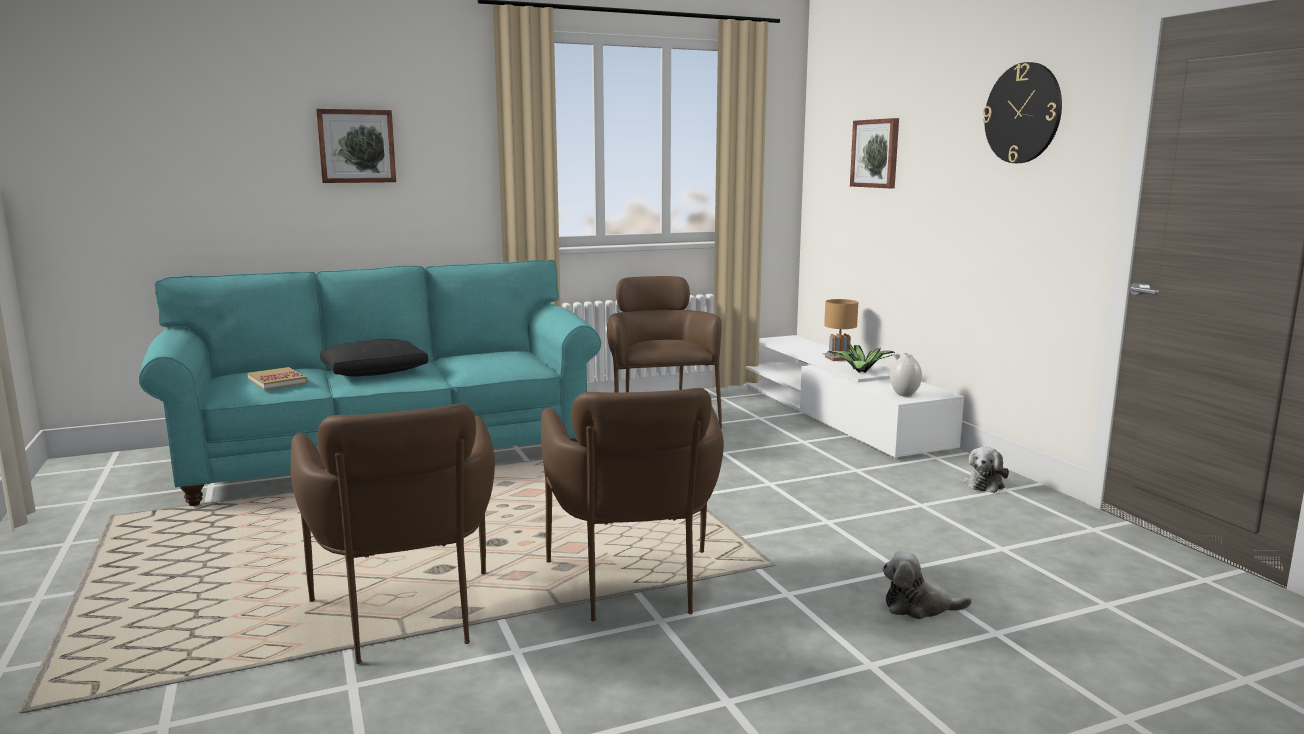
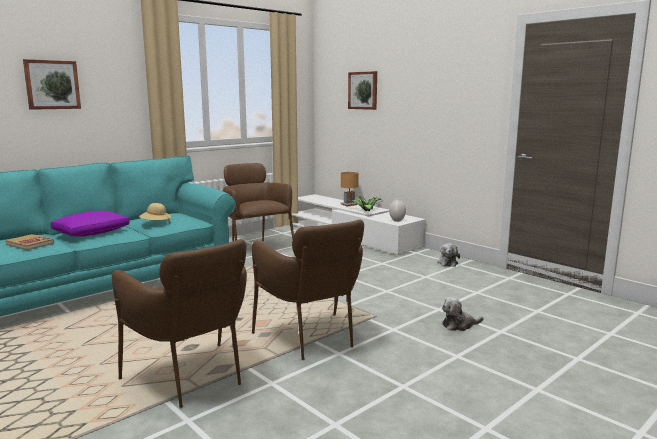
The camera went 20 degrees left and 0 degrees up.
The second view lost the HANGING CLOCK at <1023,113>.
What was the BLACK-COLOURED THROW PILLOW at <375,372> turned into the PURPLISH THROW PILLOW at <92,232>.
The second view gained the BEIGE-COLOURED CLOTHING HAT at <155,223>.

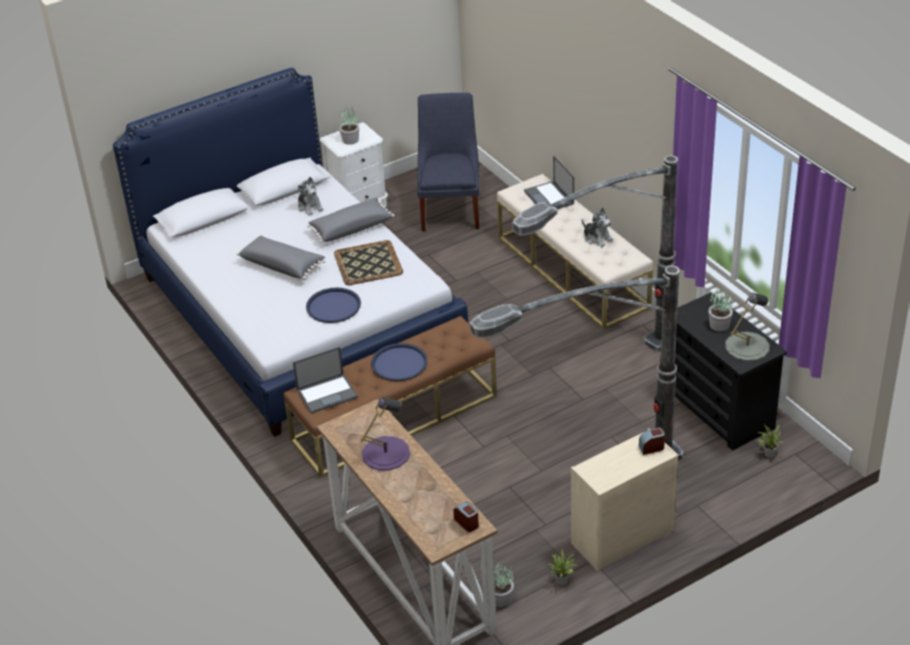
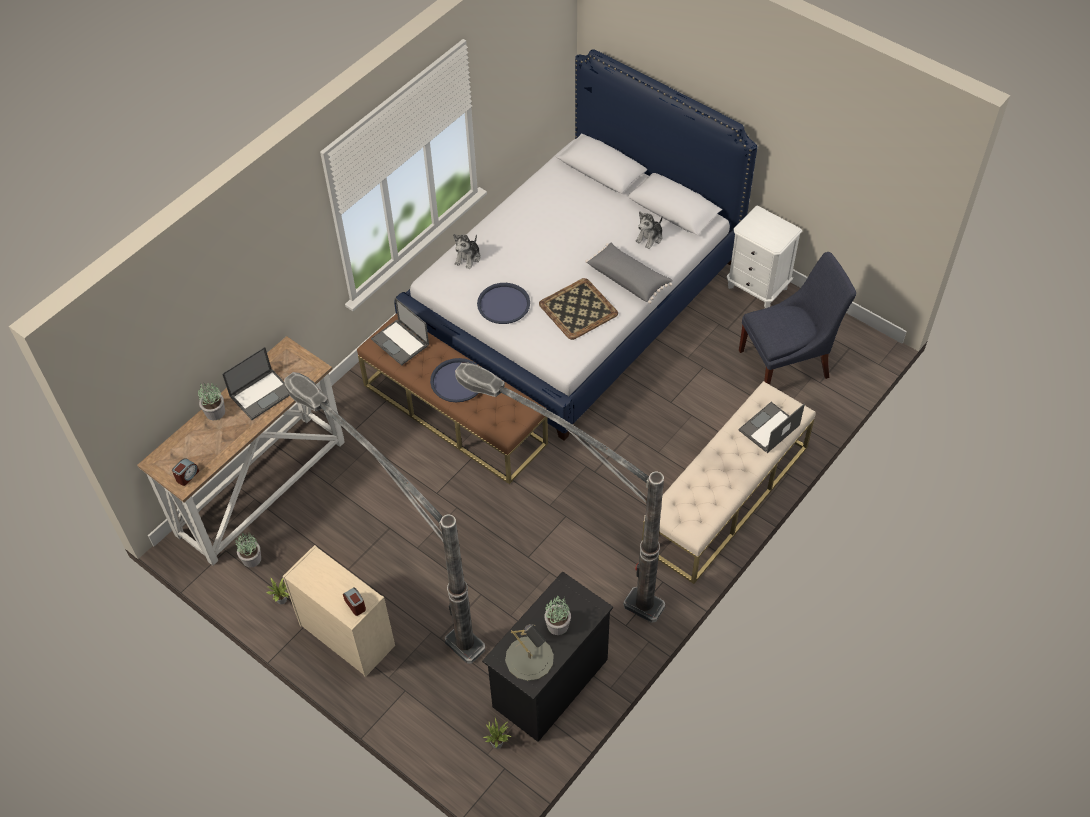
The camera went 70 degrees right and 15 degrees up.
The PLANT IN A POT ended up elsewhere, having gone from <351,140> to <215,412>.
The CUDDLY TOY ended up elsewhere, having gone from <597,238> to <468,258>.
The second view lost the GREYISH THROW PILLOW at <282,265>.
Where the PURPLISH TABLETOP LAMP stood at <385,453>, the NOTEBOOK COMPUTER came to stand at <262,394>.

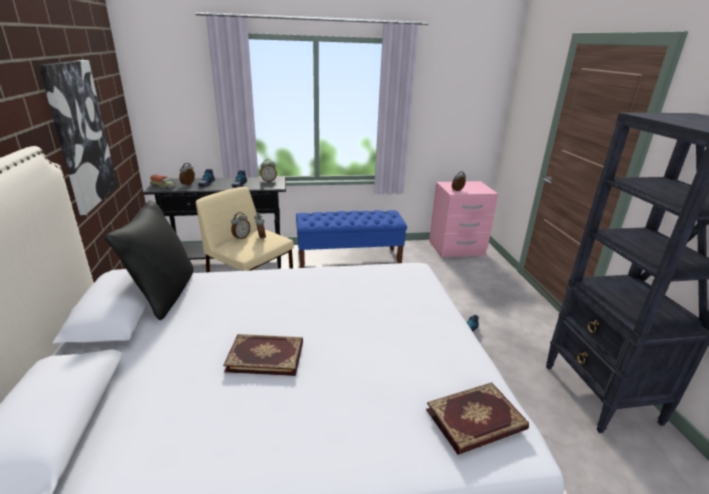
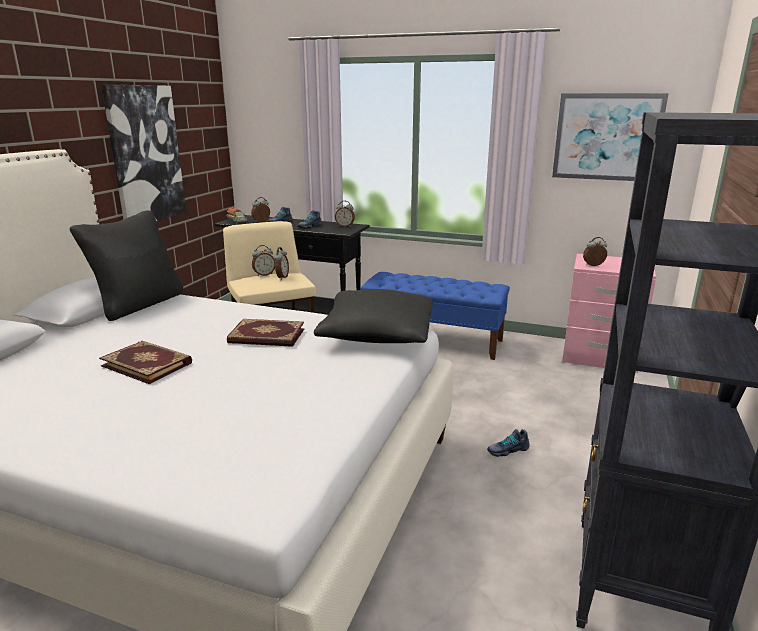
The camera went 30 degrees right and 5 degrees down.
The VOLUME ended up elsewhere, having gone from <476,421> to <266,336>.
The second view gained the WALL ART at <607,137>.
The second view gained the BLACK-COLOURED THROW PILLOW at <377,334>.

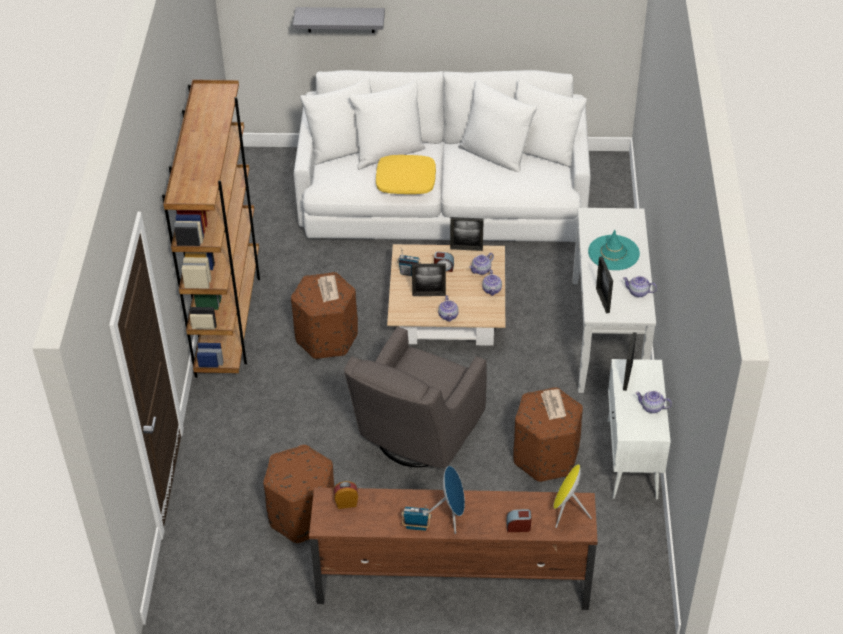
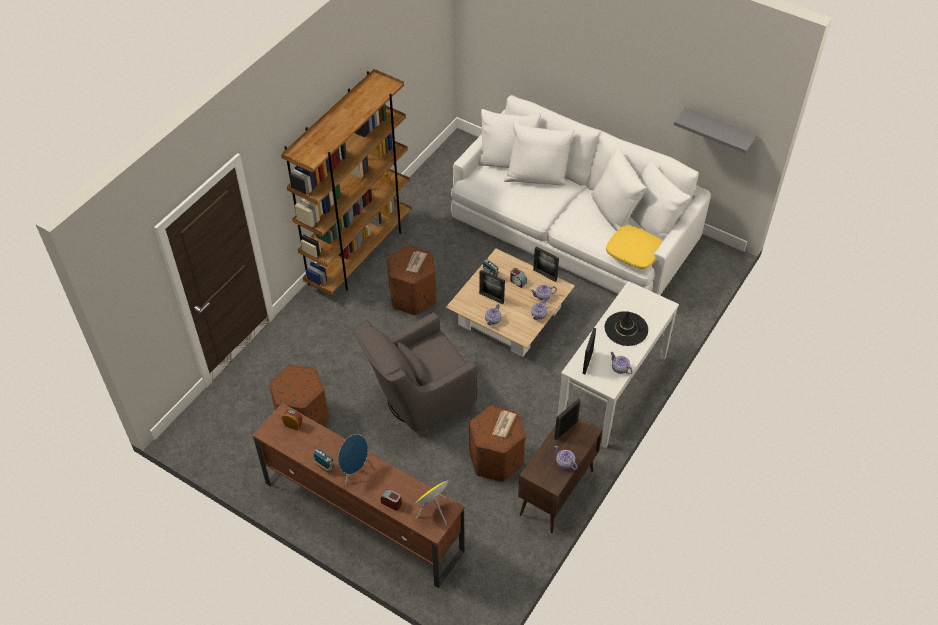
The camera went 30 degrees right and 5 degrees up.
The GREYISH BRACKET SHELF ended up elsewhere, having gone from <340,19> to <719,130>.
The YELLOWISH THROW PILLOW ended up elsewhere, having gone from <406,181> to <634,251>.
What was the TURQUOISE-COLOURED CLOTHING HAT at <613,253> turned into the BLACK-COLOURED CLOTHING HAT at <626,329>.
What was the WHITE-COLOURED CUPBOARD at <632,460> turned into the BROWNISH CUPBOARD at <556,493>.

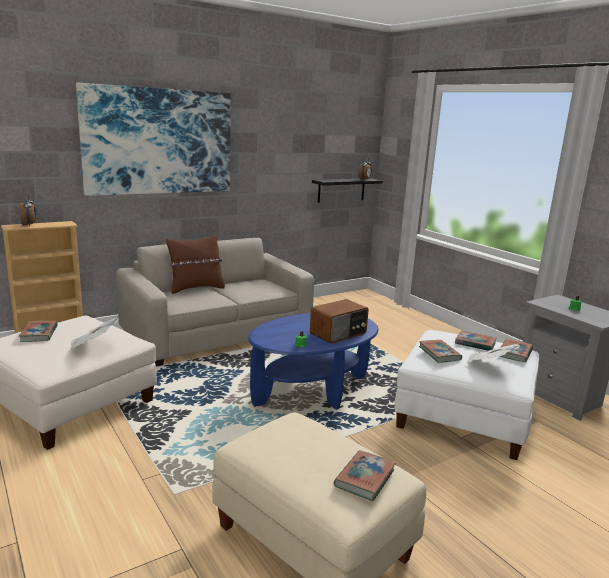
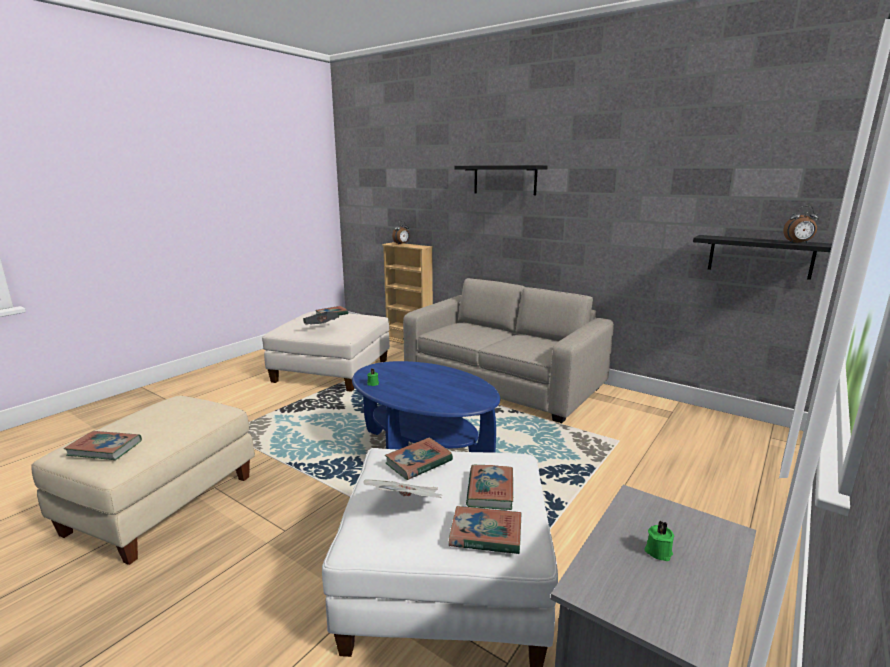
The camera went 70 degrees right and 0 degrees up.
Where the WALL ART hung at <159,141>, the BLACK-COLOURED BRACKET SHELF came to hang at <504,180>.
The second view lost the BROWNISH THROW PILLOW at <196,288>.
The second view lost the RADIO SET at <339,333>.

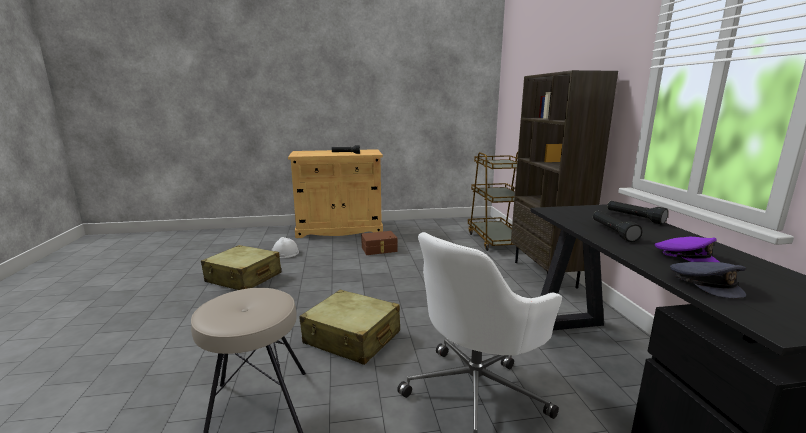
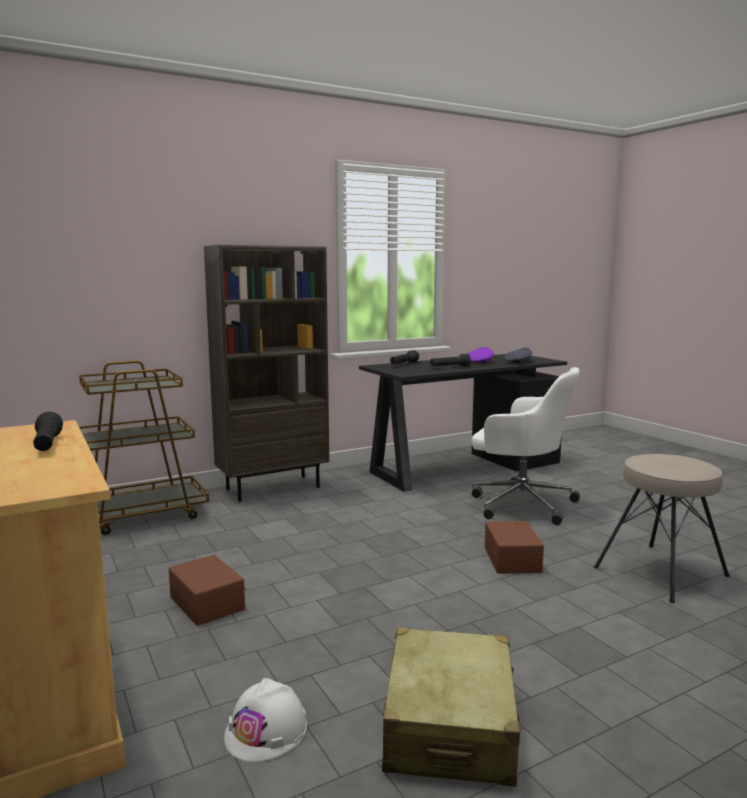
The camera went 110 degrees left and 5 degrees down.
Where the BEIGE-COLOURED TRAVEL CASE stood at <352,338>, the BROWNISH STORAGE BOX came to stand at <513,559>.

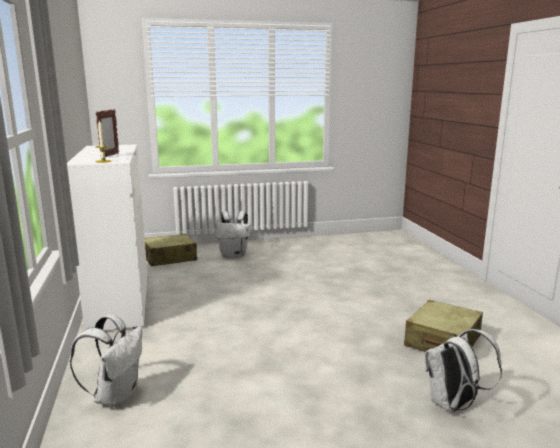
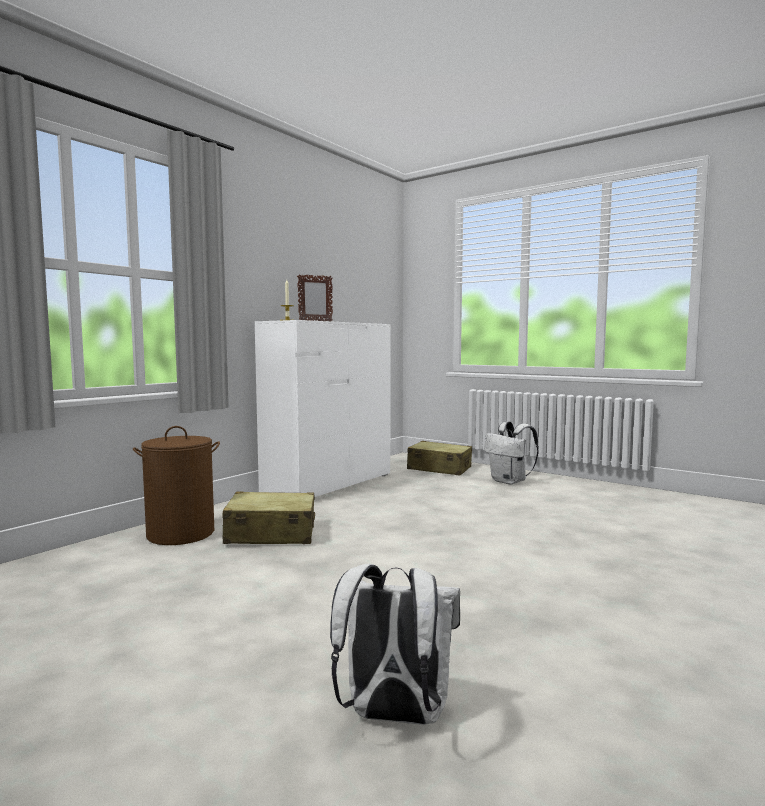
The camera went 50 degrees right and 10 degrees down.
The BEIGE-COLOURED TRAVEL CASE ended up elsewhere, having gone from <442,342> to <271,534>.
Where the WHITE-COLOURED BACKPACK stood at <116,395>, the BROWNISH LAUNDRY BASKET came to stand at <181,534>.

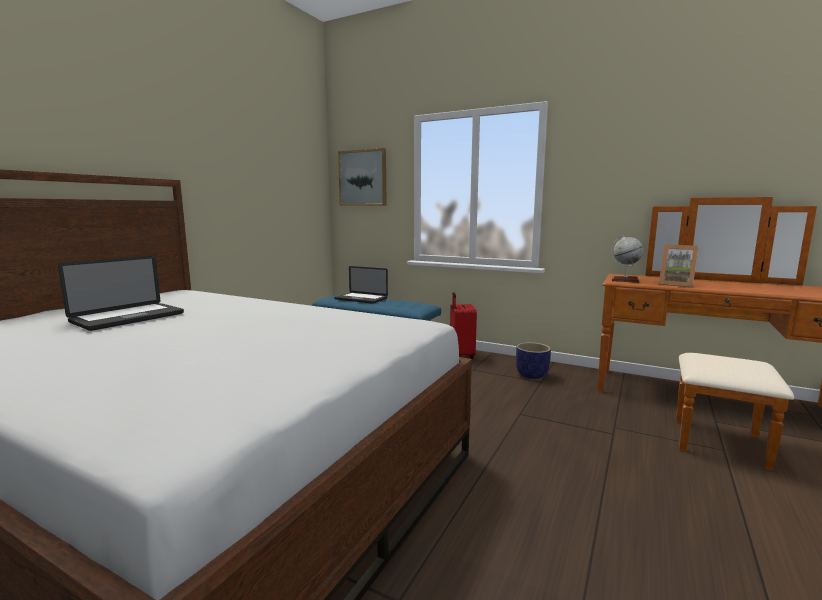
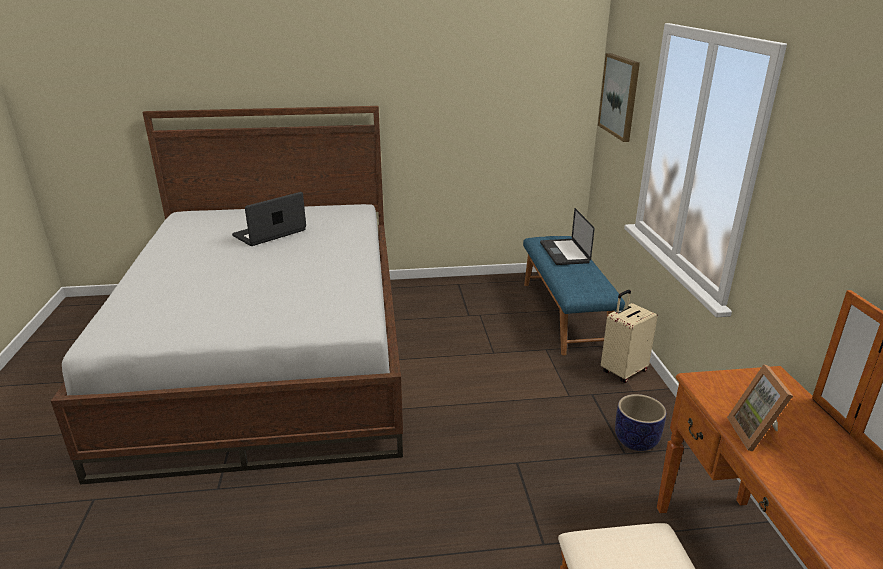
The camera went 55 degrees right and 15 degrees up.
The second view lost the GLOBE at <625,280>.
The NOTEBOOK COMPUTER at <128,318> ended up facing another way, 135 degrees clockwise from before.
What was the REDDISH TRAVEL CASE at <460,355> turned into the BEIGE-COLOURED TRAVEL CASE at <623,371>.

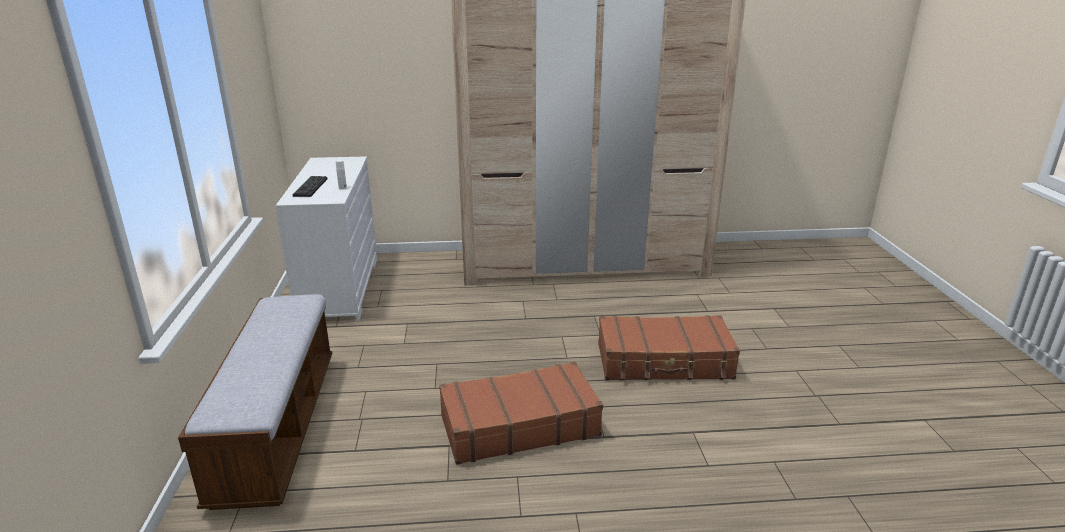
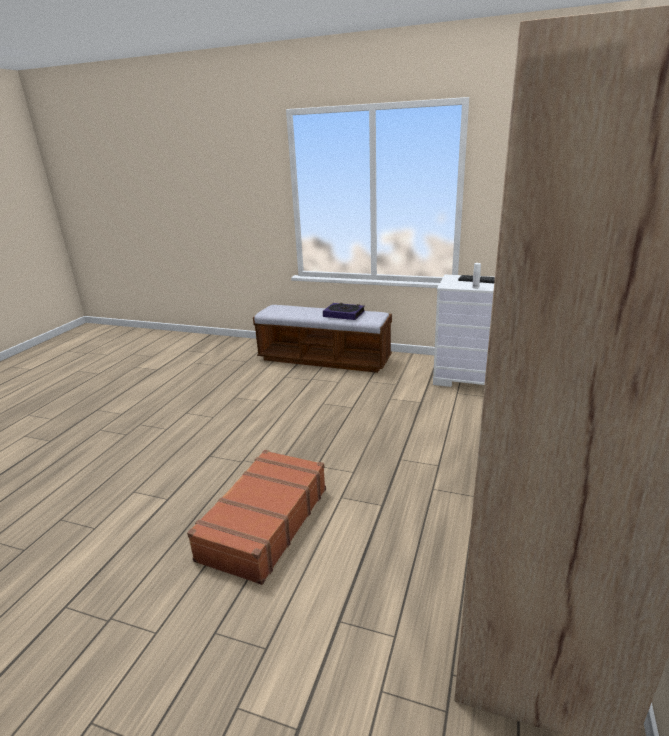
The camera went 115 degrees right and 0 degrees up.
The second view lost the BROWNISH TRAVEL CASE at <518,425>.
The second view gained the VOLUME at <344,314>.

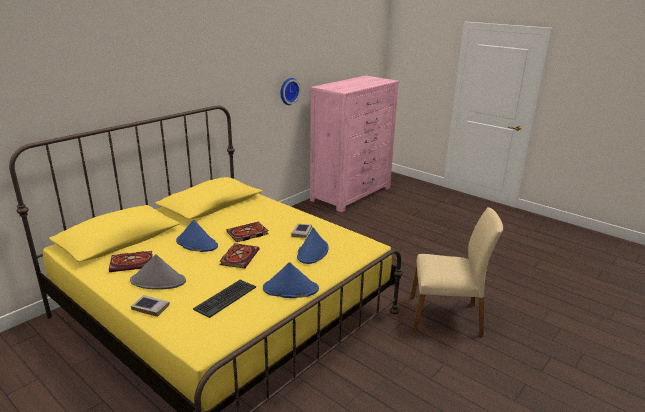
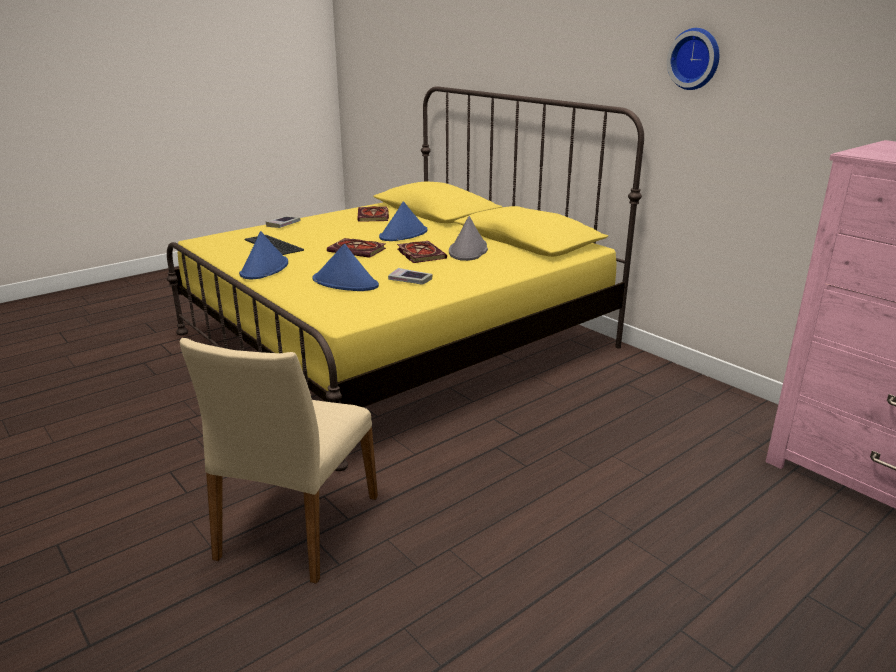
The camera went 100 degrees right and 0 degrees up.
The HANGING CLOCK ended up elsewhere, having gone from <288,91> to <695,59>.
The GREYISH CLOTHING HAT ended up elsewhere, having gone from <158,281> to <468,251>.

